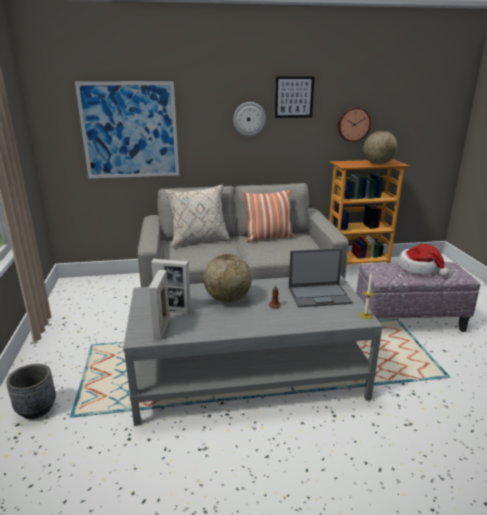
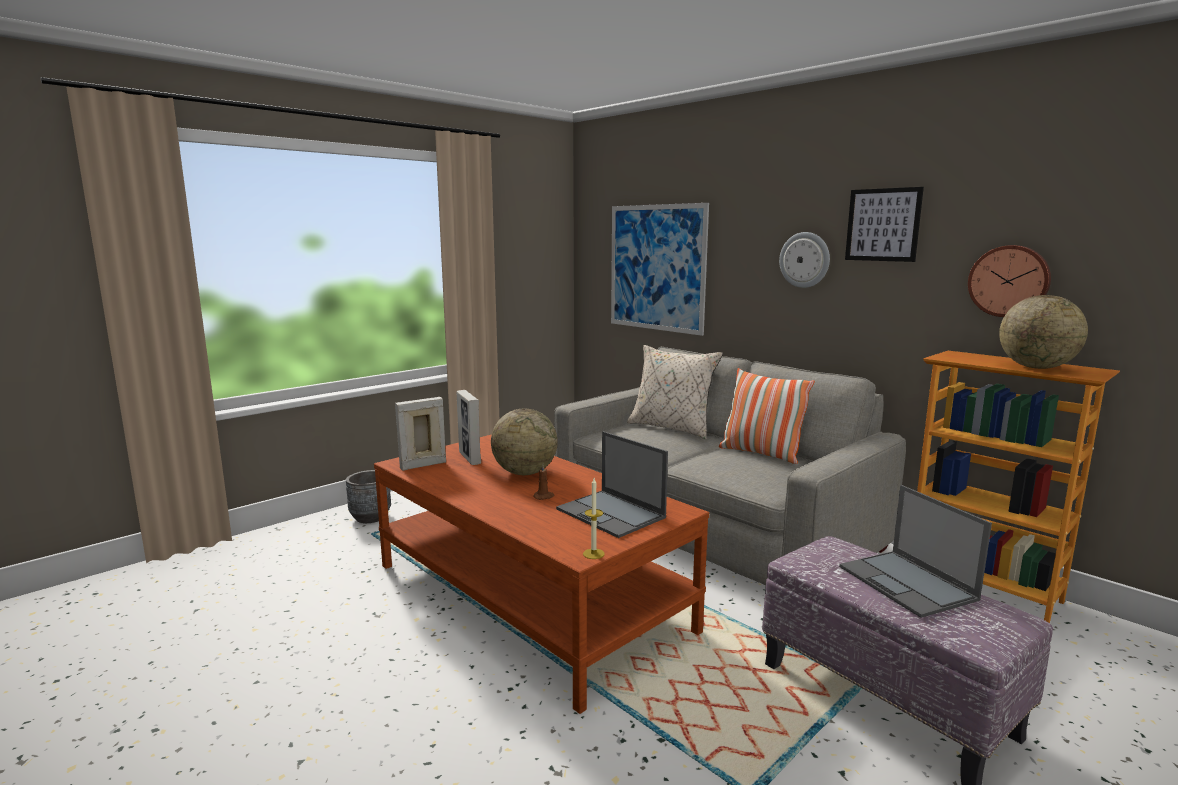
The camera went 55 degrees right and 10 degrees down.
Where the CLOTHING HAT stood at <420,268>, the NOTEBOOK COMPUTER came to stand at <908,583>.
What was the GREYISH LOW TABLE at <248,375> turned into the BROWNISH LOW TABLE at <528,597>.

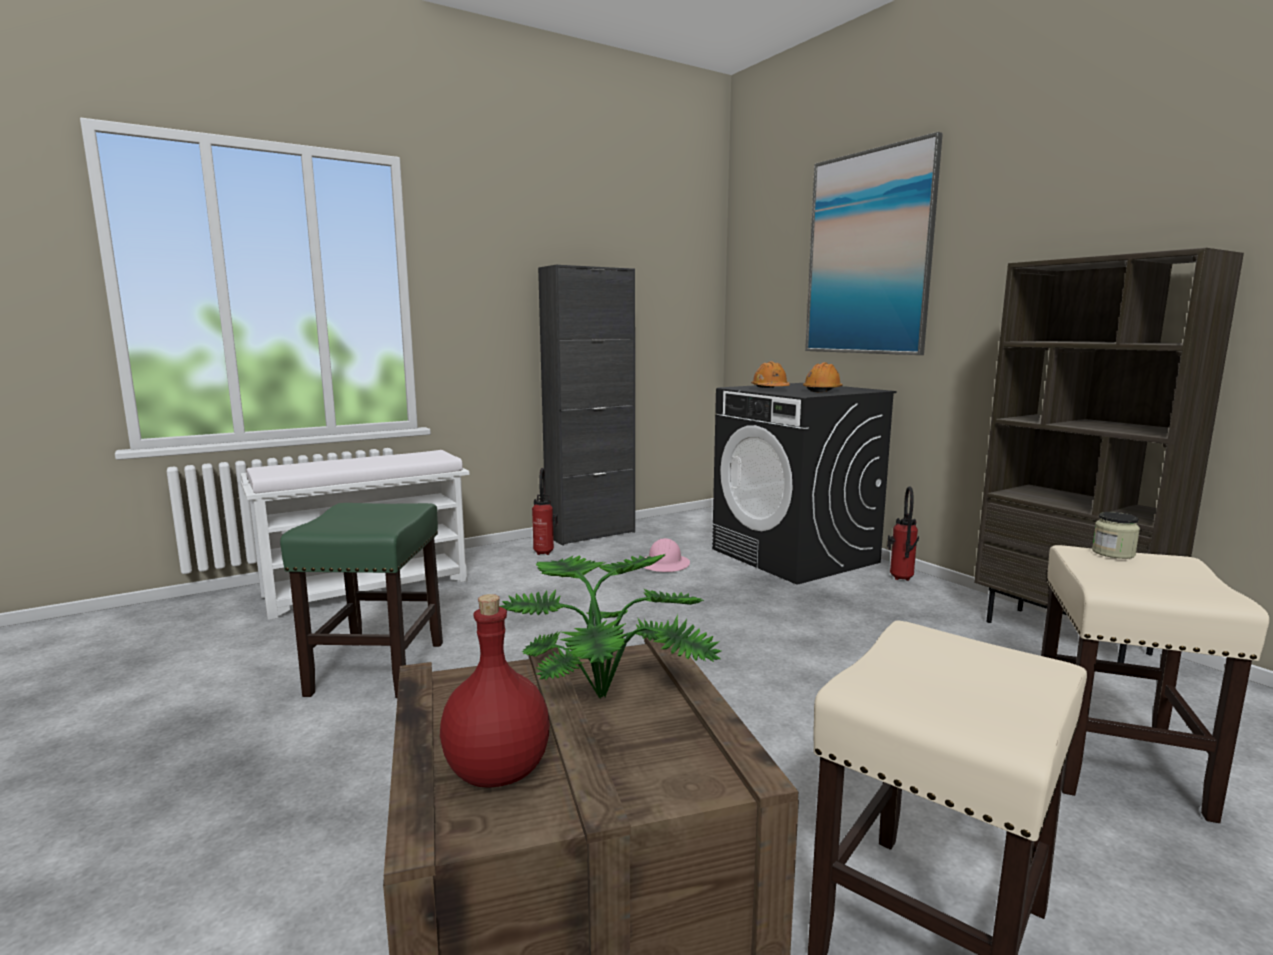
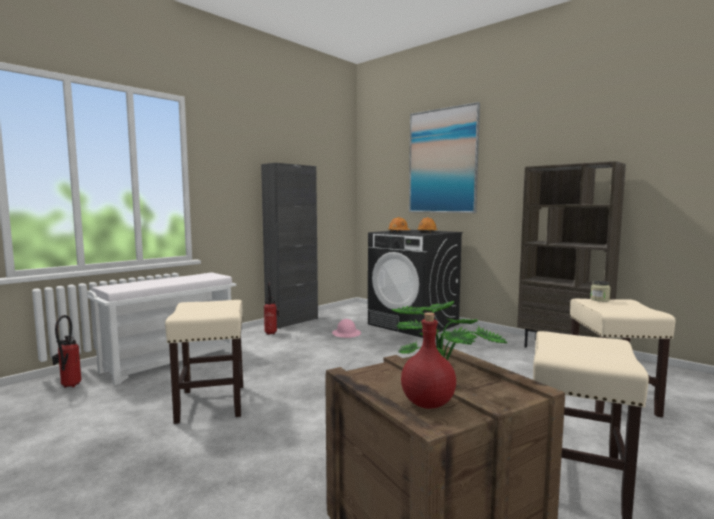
The camera went 15 degrees left and 5 degrees down.
The FIRE EXTINGUISHER ended up elsewhere, having gone from <900,579> to <68,386>.
What was the GREEN STOOL at <377,669> turned into the BEIGE-COLOURED STOOL at <211,403>.

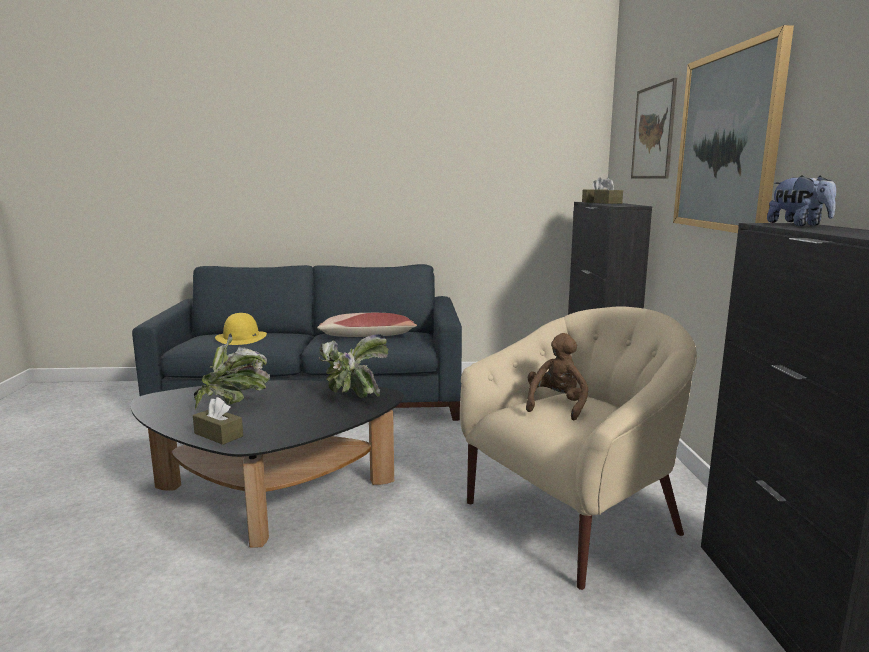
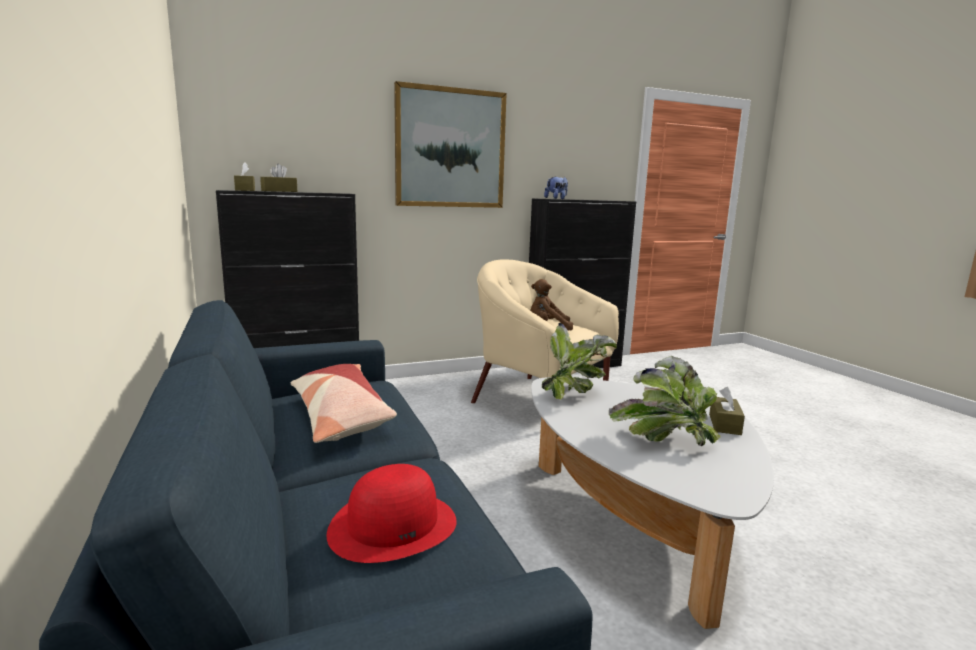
The camera went 110 degrees left and 0 degrees up.
The second view lost the WALL ART at <653,132>.
What was the YELLOWISH CLOTHING HAT at <241,338> turned into the REDDISH CLOTHING HAT at <393,525>.
What was the BLACK-COLOURED LOW TABLE at <271,496> turned into the WHITE-COLOURED LOW TABLE at <634,521>.

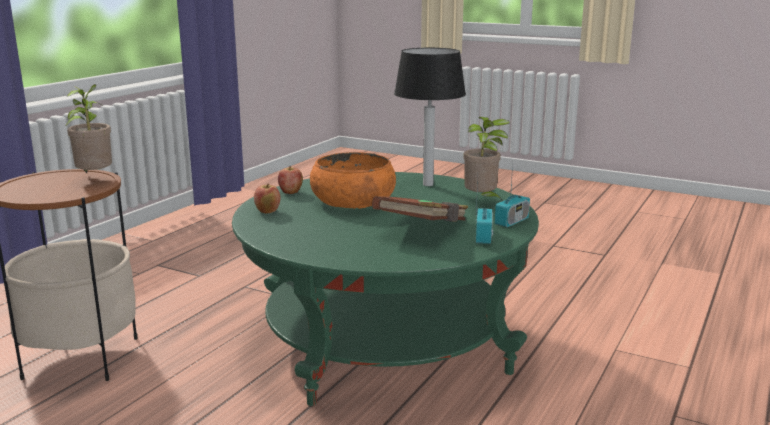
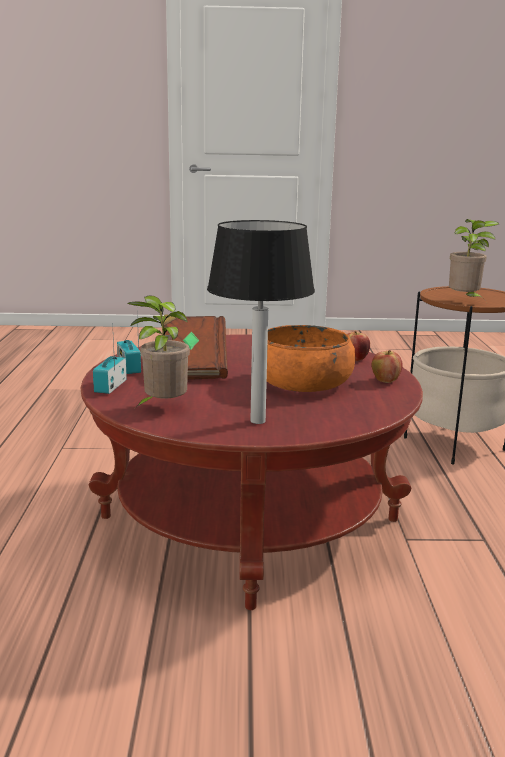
The camera went 150 degrees right and 0 degrees up.
What was the GREEN LOW TABLE at <385,339> turned into the REDDISH LOW TABLE at <249,518>.

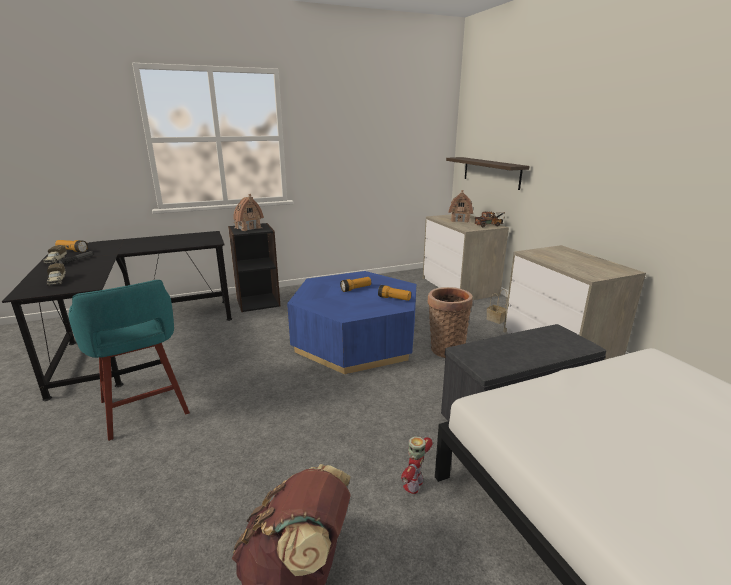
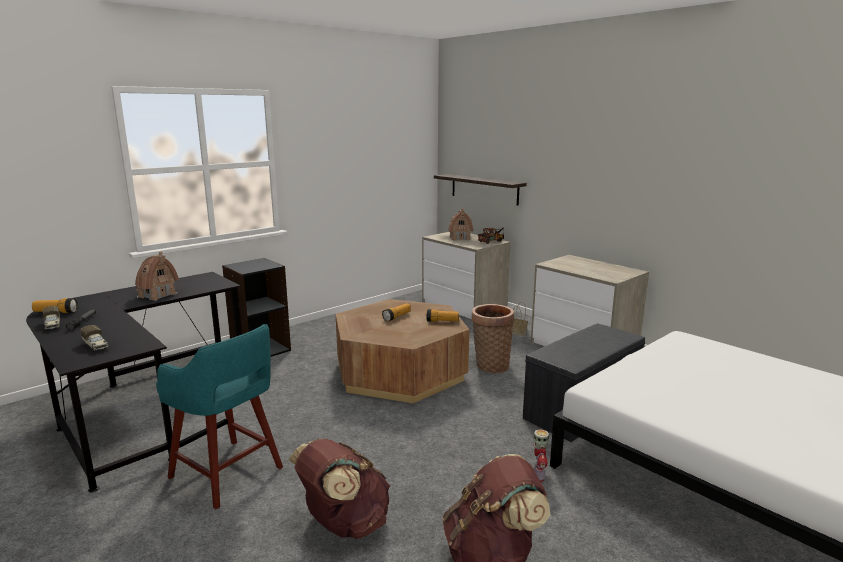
The camera went 20 degrees left and 5 degrees down.
The MODEL HOUSE ended up elsewhere, having gone from <248,228> to <157,295>.
What was the BLUISH LOW TABLE at <356,341> turned into the BROWNISH LOW TABLE at <400,372>.
The second view gained the BROWNISH BACKPACK at <344,524>.

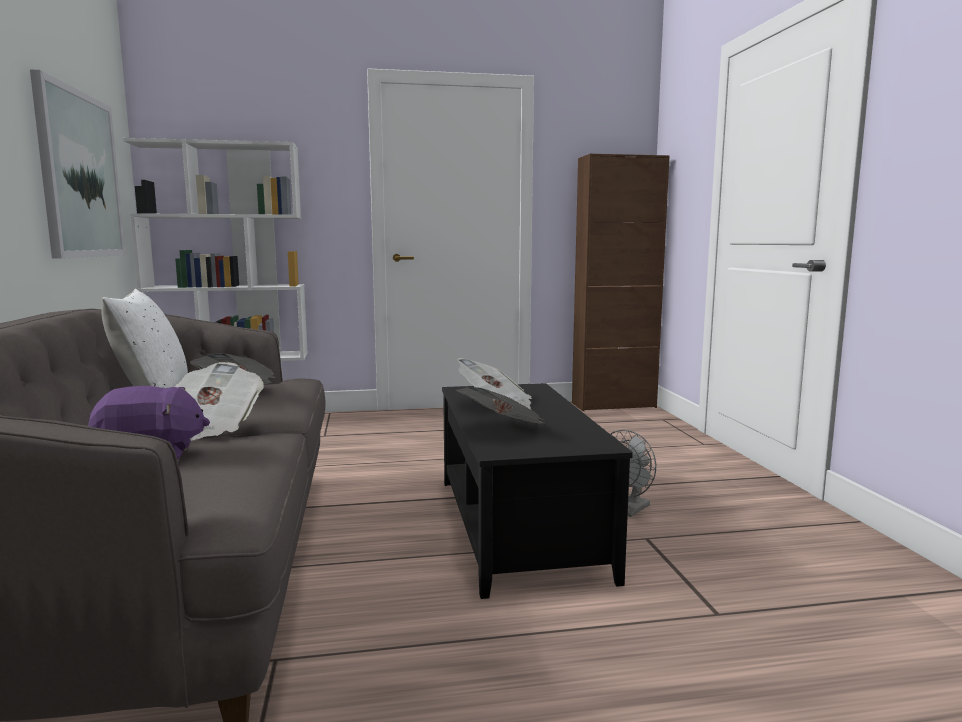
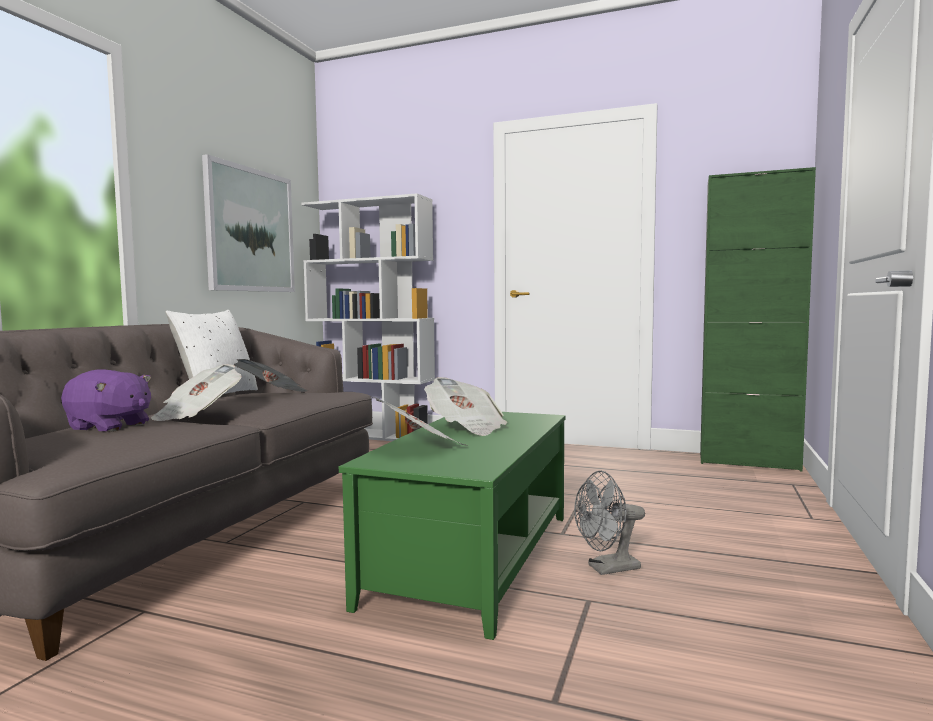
The camera went 30 degrees right and 5 degrees down.
What was the BROWNISH CUPBOARD at <613,405> turned into the GREEN CUPBOARD at <748,462>.
What was the BLACK-COLOURED LOW TABLE at <516,526> turned into the GREEN LOW TABLE at <471,557>.

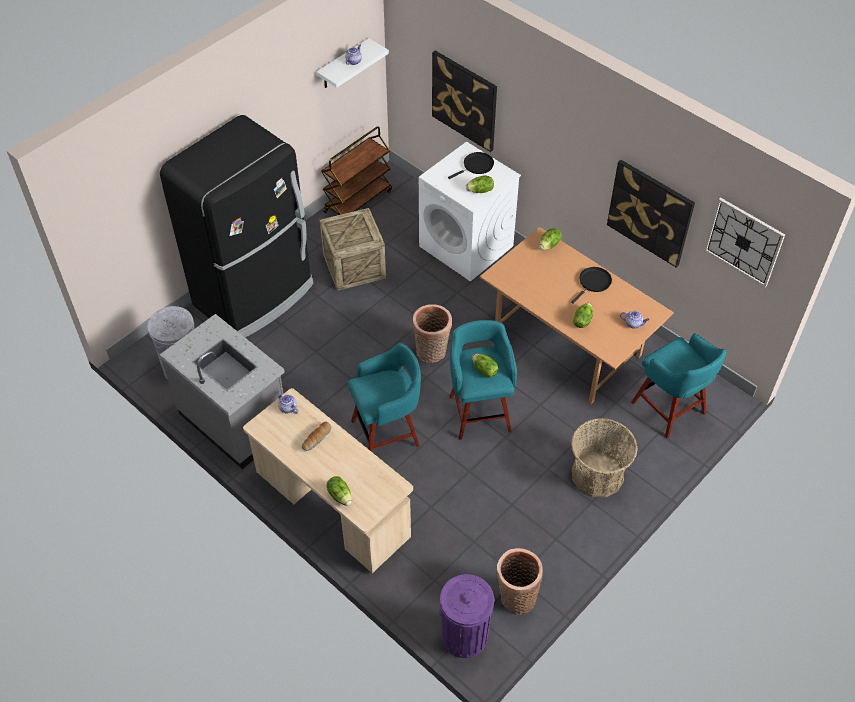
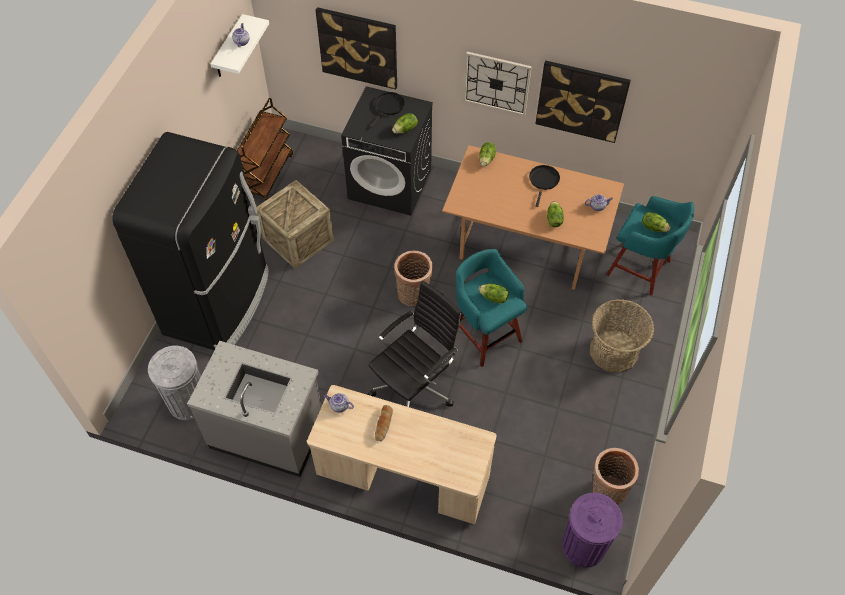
The camera went 25 degrees left and 5 degrees up.
What was the WHITE-COLOURED WASHING MACHINE at <467,246> turned into the BLACK-COLOURED WASHING MACHINE at <390,184>.
The HANGING CLOCK ended up elsewhere, having gone from <743,242> to <496,83>.
Where the TURQUOISE-COLOURED STOOL stood at <387,432>, the BLACK-COLOURED DESK CHAIR came to stand at <415,386>.
The LETTUCE HEAD ended up elsewhere, having gone from <340,495> to <653,227>.

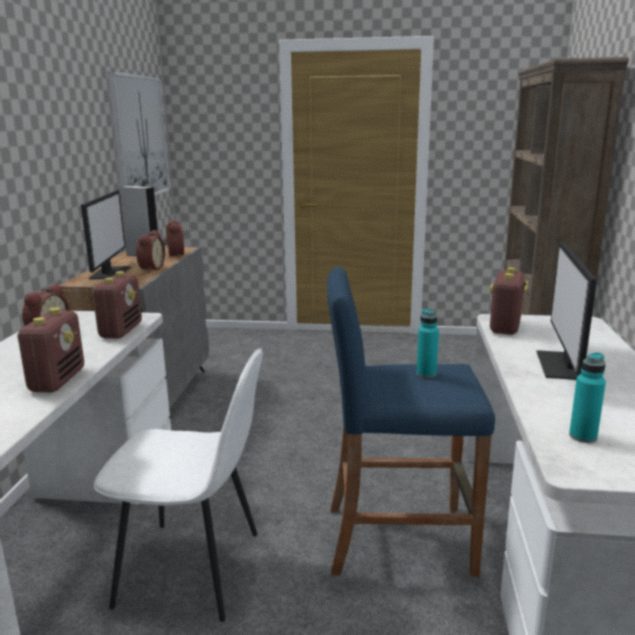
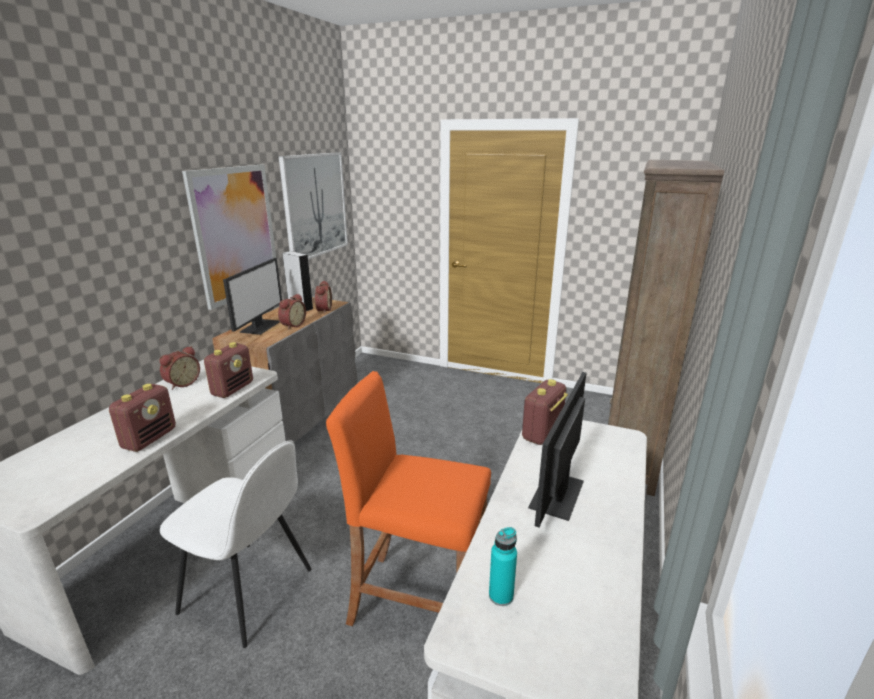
The camera went 15 degrees right and 5 degrees up.
What was the BLUISH STOOL at <399,539> turned into the ORANGE-COLOURED STOOL at <418,601>.
The second view lost the TURQUOISE-COLOURED DRINK BOTTLE at <426,374>.
The second view gained the WALL ART at <235,234>.

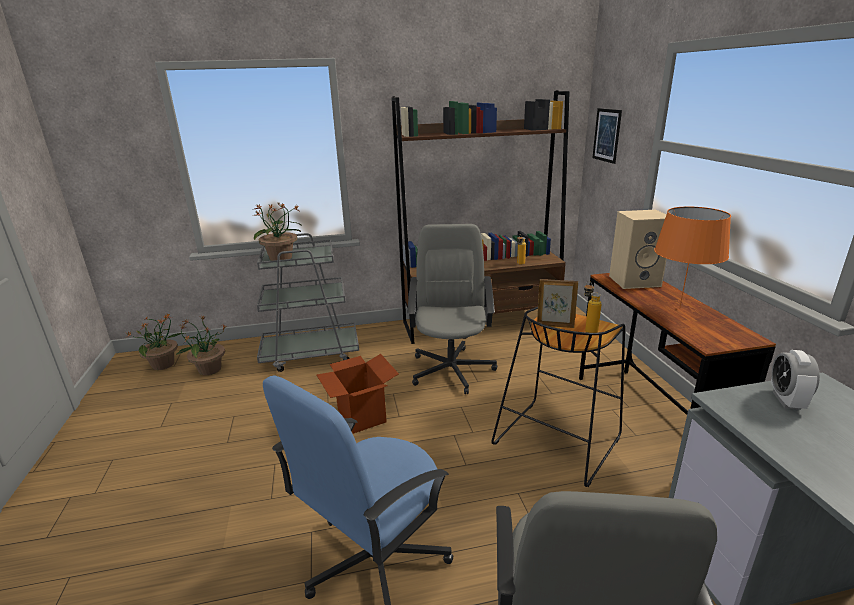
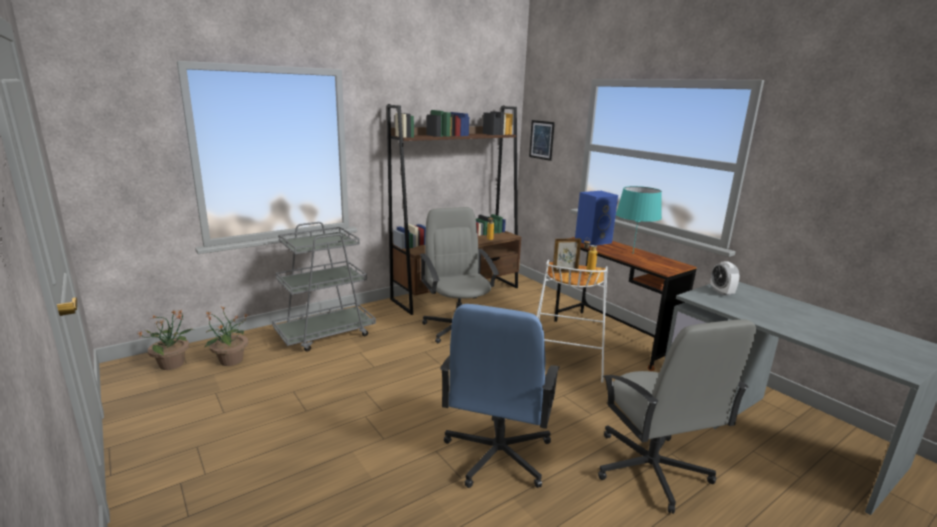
The camera went 25 degrees left and 5 degrees down.
The second view lost the PLANT IN A POT at <281,258>.
What was the ORANGE-COLOURED TABLETOP LAMP at <680,308> turned into the TURQUOISE-COLOURED TABLETOP LAMP at <633,254>.
What was the BEIGE-COLOURED AUDIO SPEAKER at <635,281> turned into the BLUISH AUDIO SPEAKER at <593,241>.
What was the BLACK-COLOURED STOOL at <556,439> turned into the WHITE-COLOURED STOOL at <565,360>.
The second view lost the CARDBOARD BOX at <361,415>.

